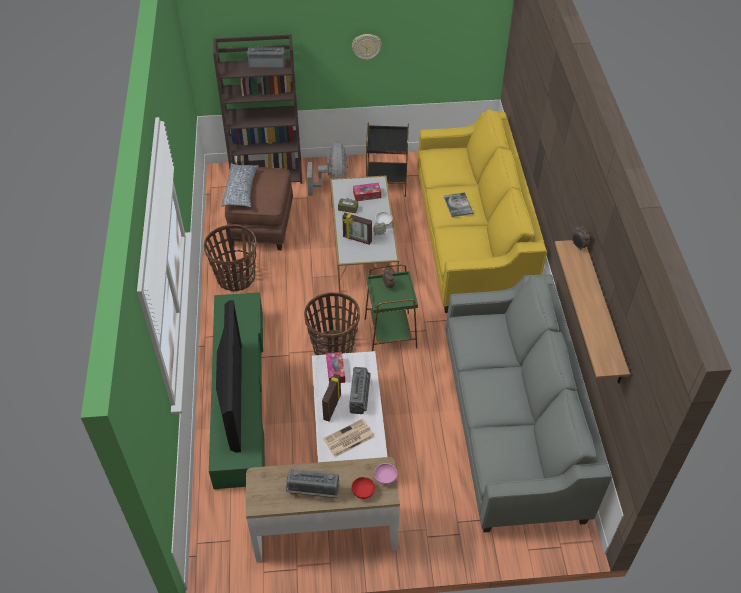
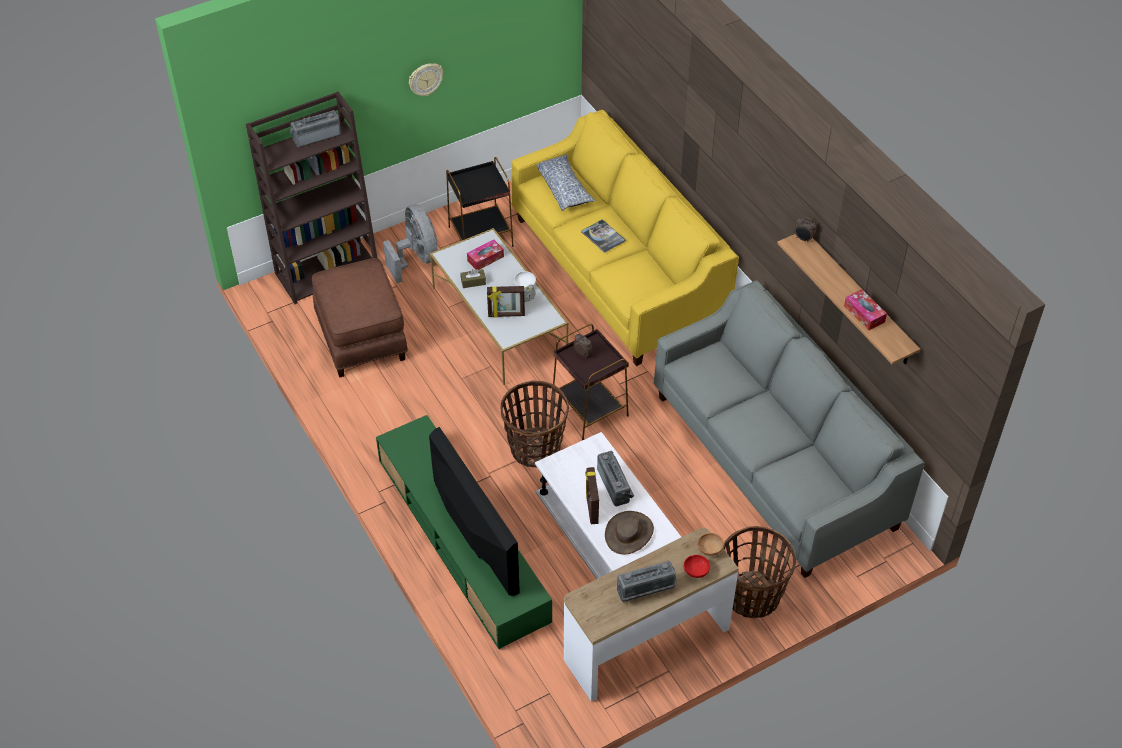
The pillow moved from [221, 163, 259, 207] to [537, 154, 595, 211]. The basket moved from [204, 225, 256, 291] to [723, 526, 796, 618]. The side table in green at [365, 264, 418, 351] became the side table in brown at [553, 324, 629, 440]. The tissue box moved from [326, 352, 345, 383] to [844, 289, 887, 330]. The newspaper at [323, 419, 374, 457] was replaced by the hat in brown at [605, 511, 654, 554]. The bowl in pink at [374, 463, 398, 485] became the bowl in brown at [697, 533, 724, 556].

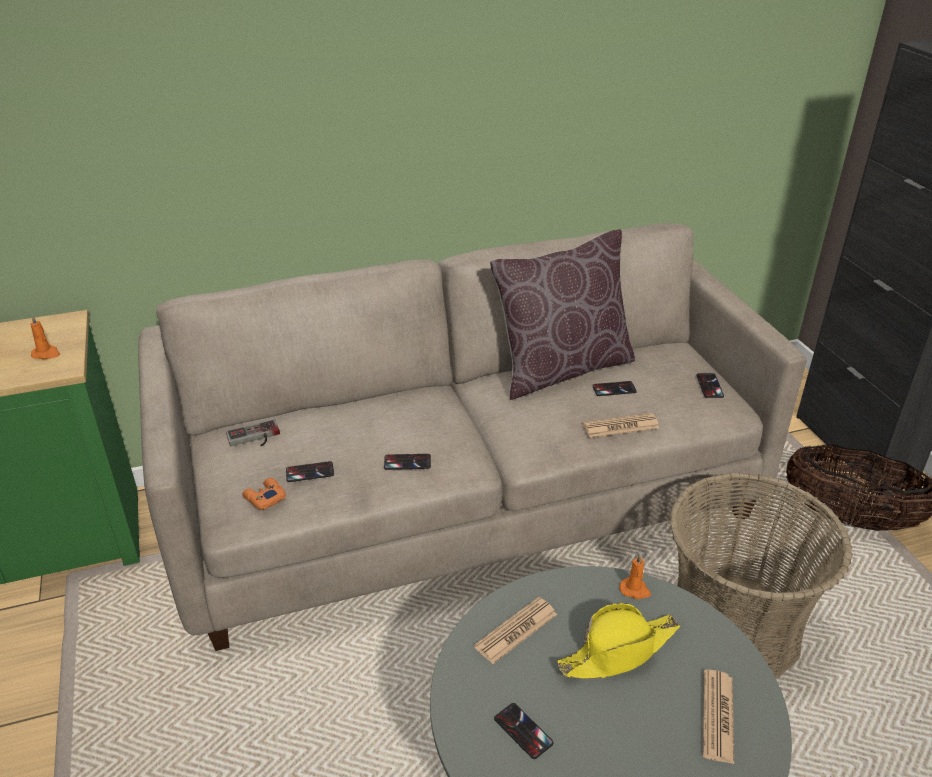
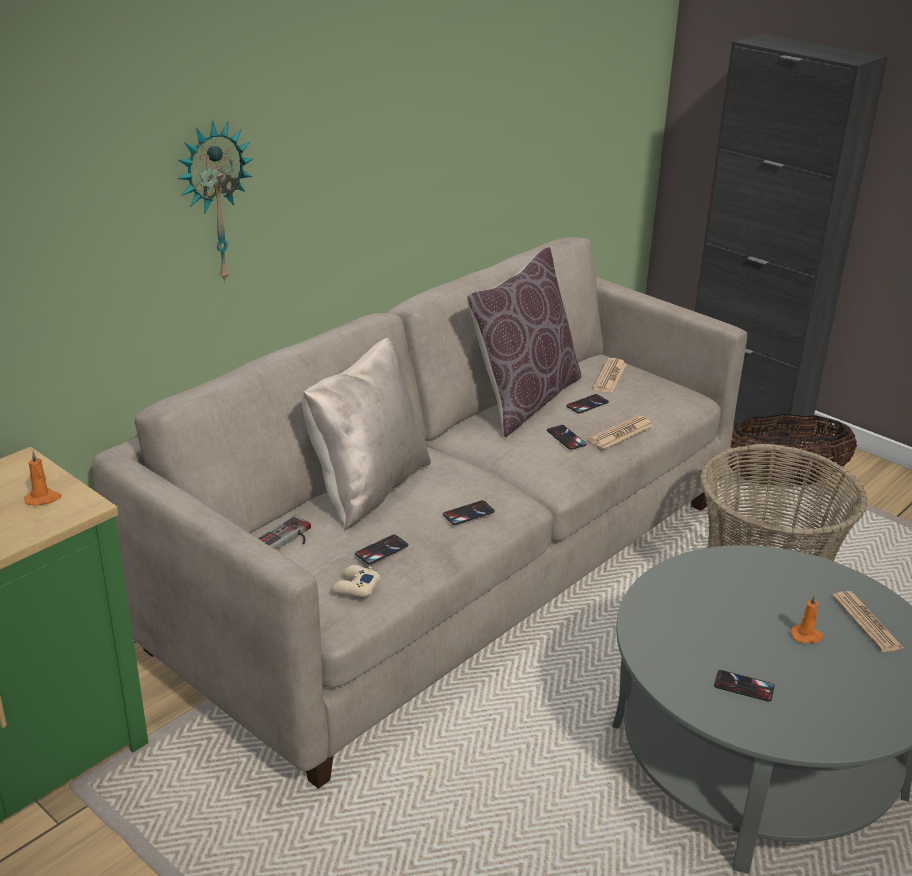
The phone moved from [696, 373, 724, 398] to [547, 425, 587, 450]. The game controller in orange at [242, 478, 286, 510] became the game controller in beige at [331, 565, 380, 597]. The candle in orange moved from [619, 554, 651, 599] to [790, 594, 823, 644]. The newspaper moved from [474, 597, 557, 664] to [593, 358, 627, 393]. The hat in yellow at [557, 603, 680, 679] disappeared. The wall clock at [177, 121, 253, 284] appeared. The pillow in beige at [302, 338, 431, 530] appeared.

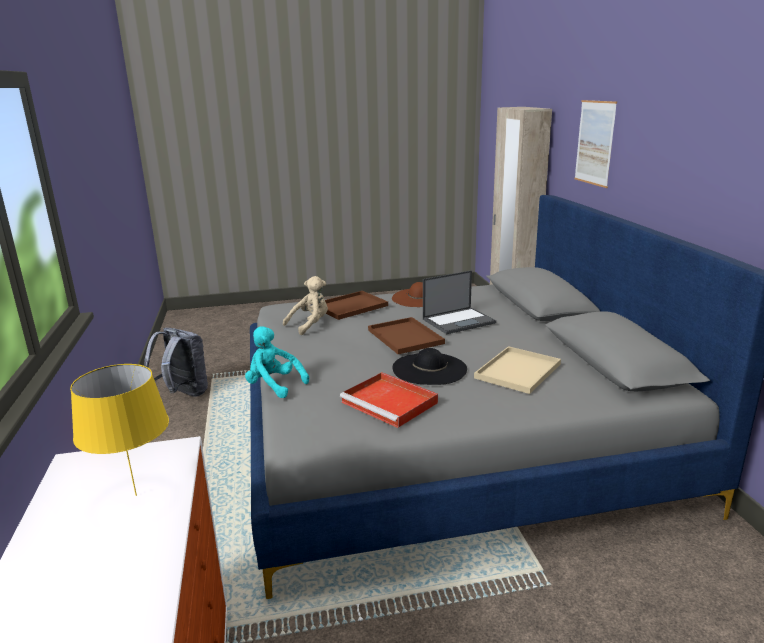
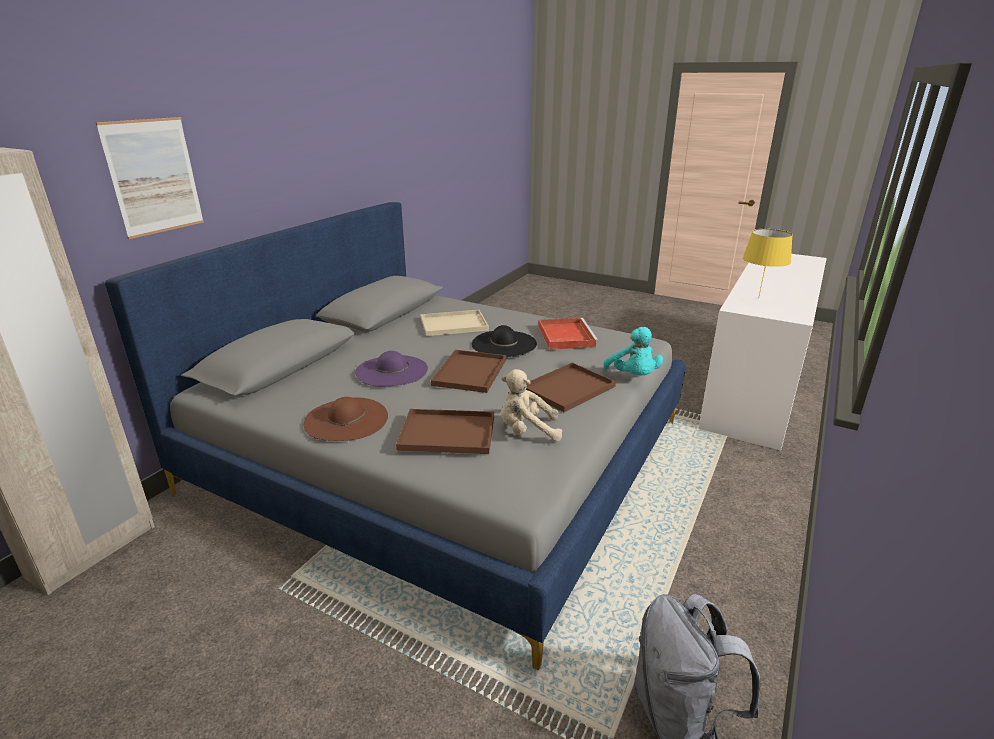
The laptop at [423, 270, 496, 334] was replaced by the hat in purple at [355, 351, 428, 386]. The tray in brown at [526, 363, 616, 412] appeared.

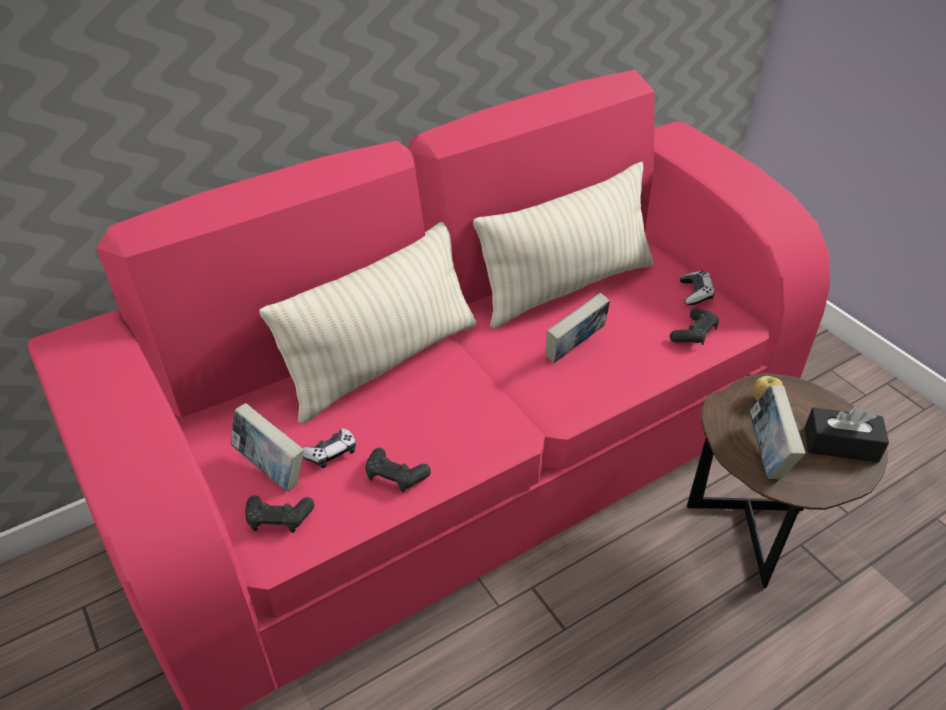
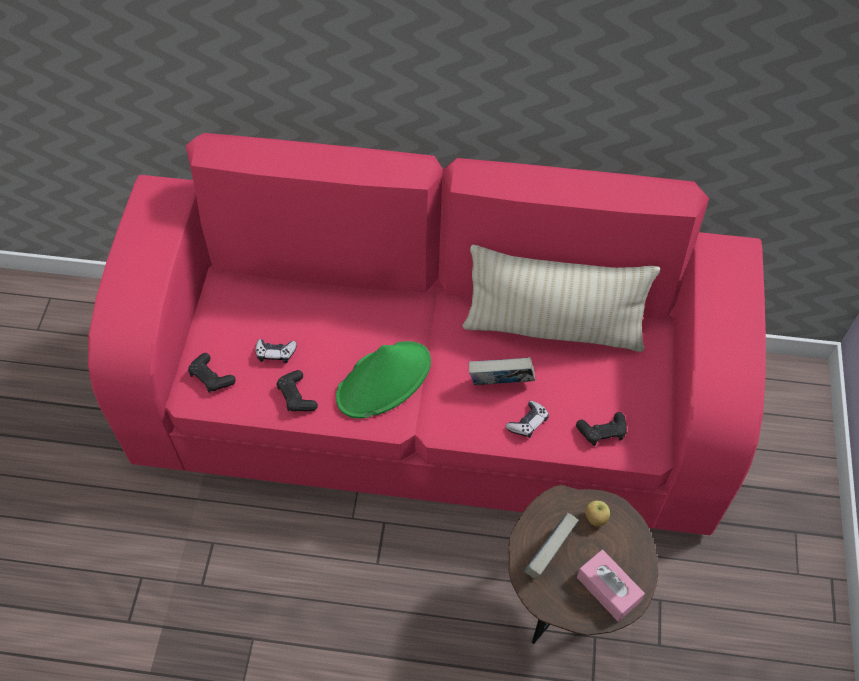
The pillow in beige at [260, 222, 477, 424] disappeared. The game controller moved from [680, 271, 715, 305] to [505, 401, 549, 438]. The book at [231, 403, 304, 491] disappeared. The tissue box in black at [805, 406, 889, 463] became the tissue box in pink at [577, 549, 645, 622]. The hat in green at [336, 341, 431, 419] appeared.

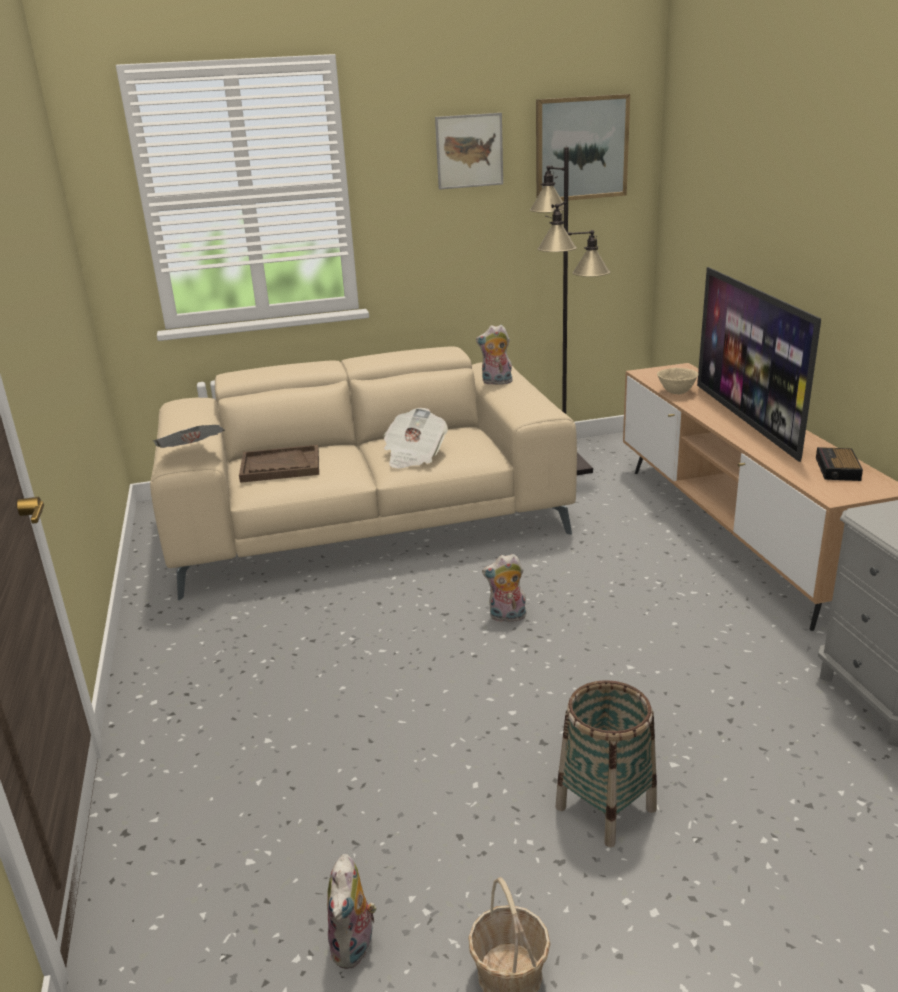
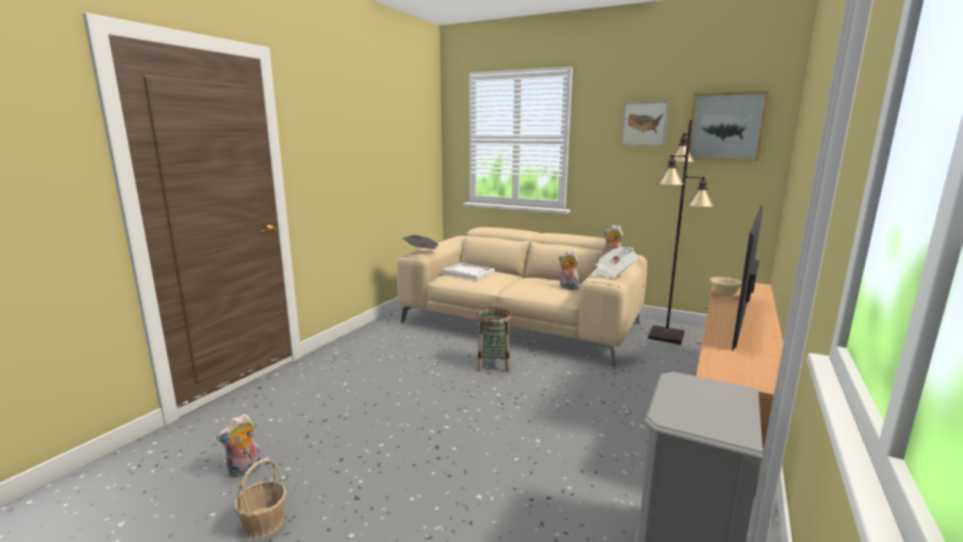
The newspaper moved from [383, 408, 448, 468] to [591, 247, 639, 278]. The tray in brown at [239, 445, 319, 483] became the tray in white at [442, 263, 495, 280]. The alarm clock at [816, 447, 863, 481] disappeared. The plush toy moved from [482, 554, 526, 622] to [559, 250, 579, 290]. The basket moved from [556, 680, 657, 847] to [476, 307, 511, 372].

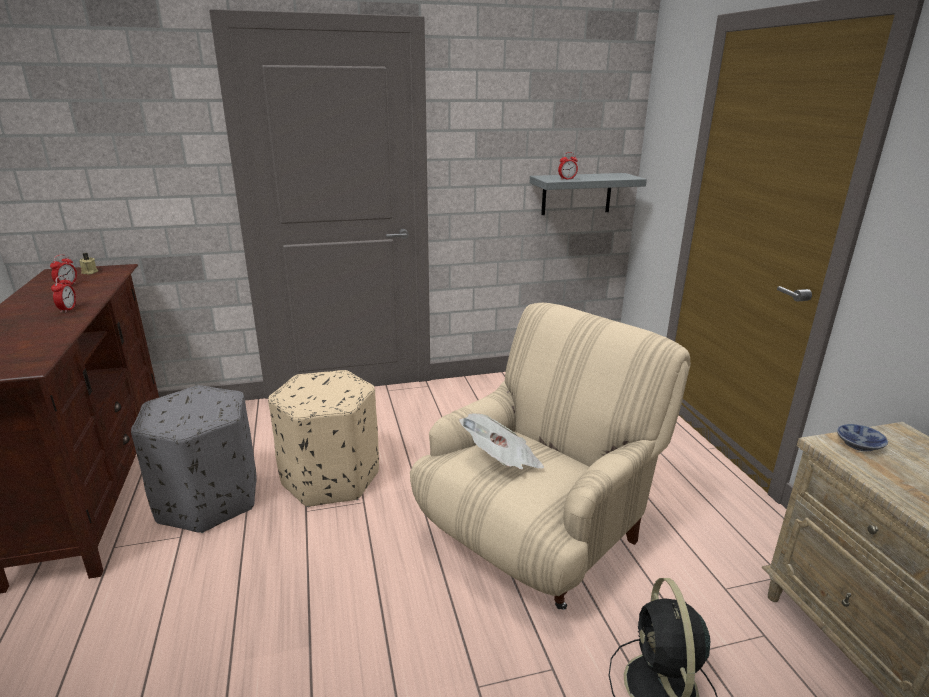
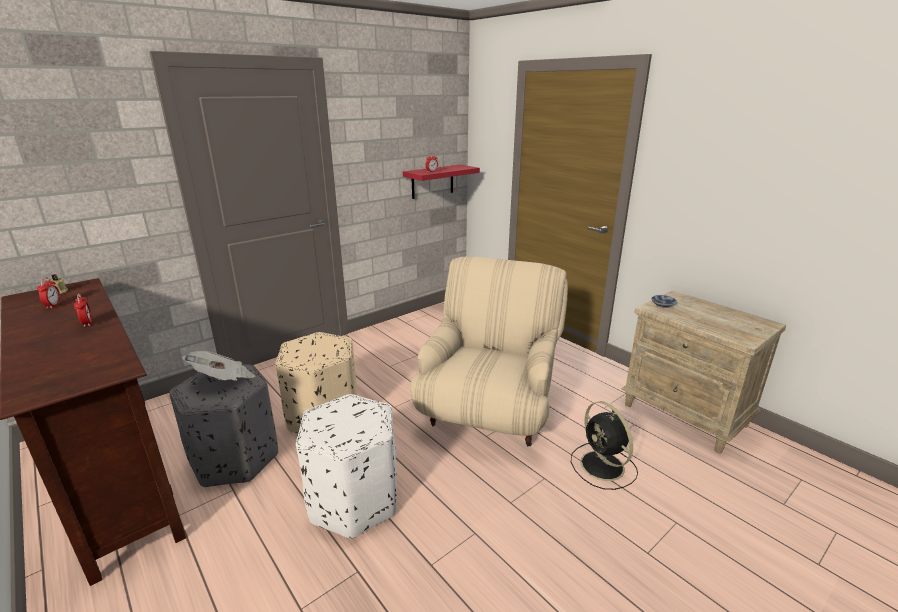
The shelf in grey at [530, 173, 647, 215] became the shelf in red at [403, 165, 480, 199]. The newspaper moved from [459, 413, 545, 469] to [182, 351, 255, 381]. The ottoman in white at [296, 394, 397, 539] appeared.

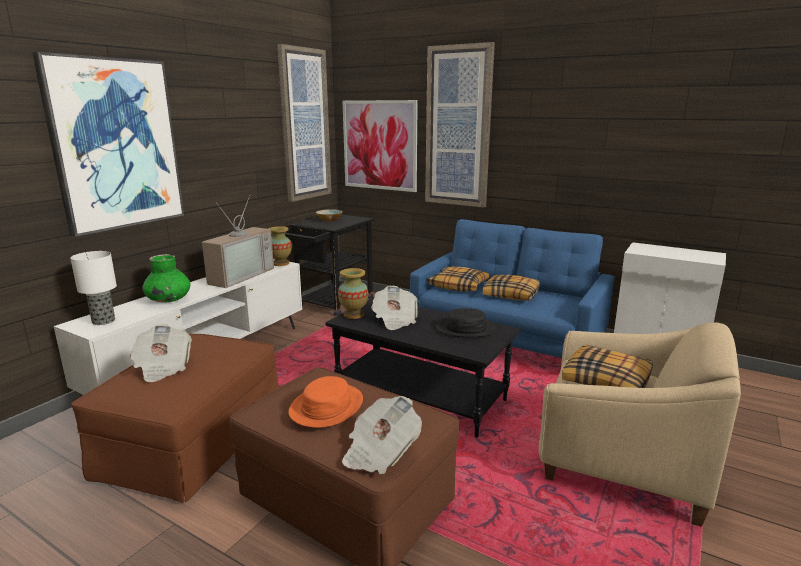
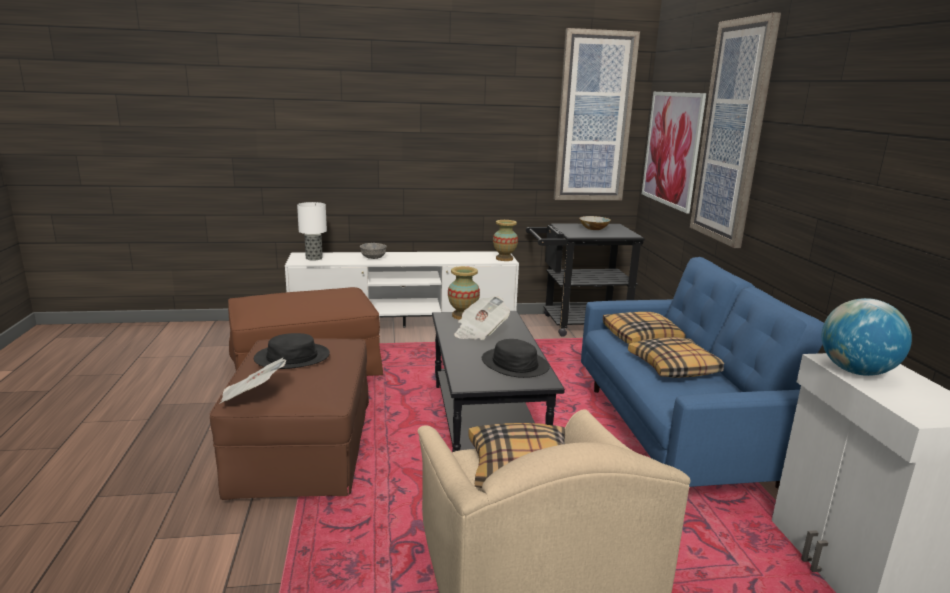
The picture at [32, 52, 184, 237] disappeared. The television at [202, 195, 274, 288] disappeared. The vase in green at [142, 254, 191, 302] was replaced by the bowl in grey at [360, 243, 387, 259]. The newspaper at [129, 324, 192, 382] disappeared. The hat in orange at [289, 376, 363, 428] became the hat in black at [254, 333, 330, 369]. The globe at [822, 298, 912, 376] appeared.

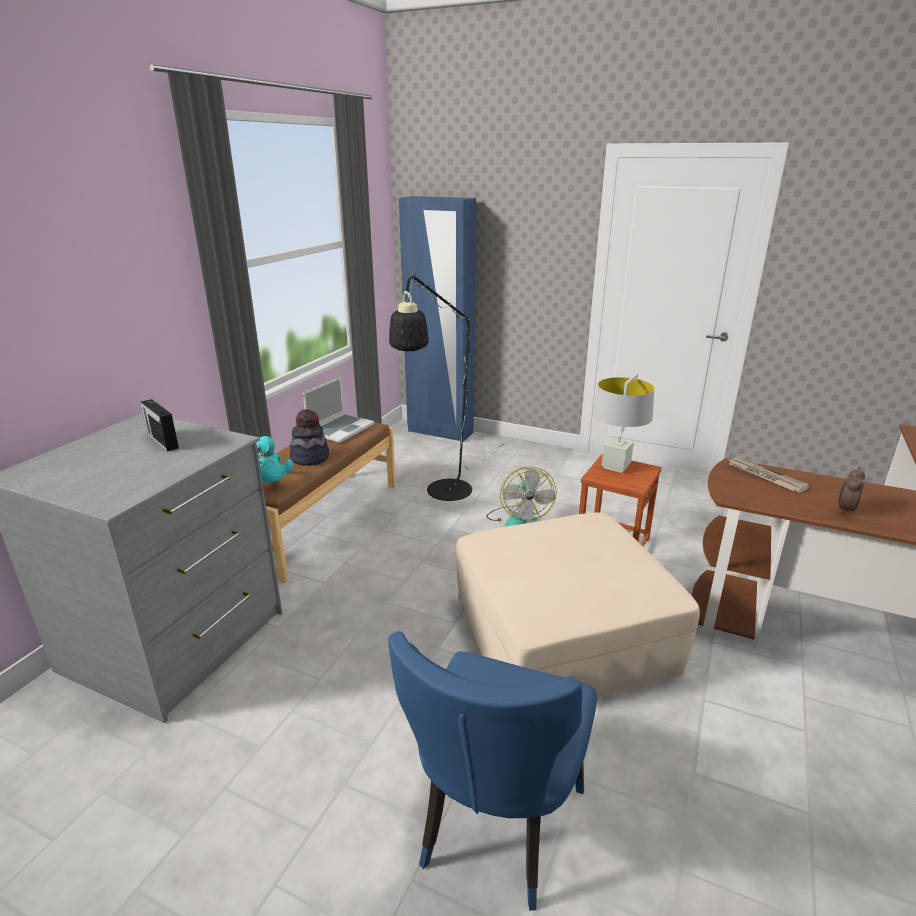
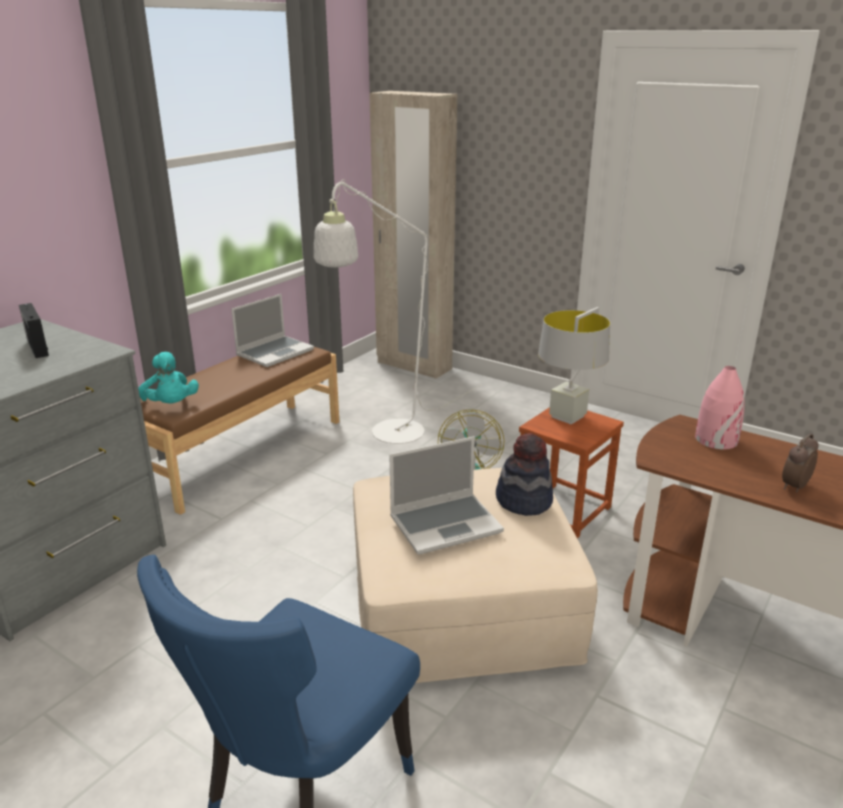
The wardrobe in blue at [399, 196, 476, 442] became the wardrobe in beige at [369, 91, 457, 379]. The floor lamp in black at [389, 273, 502, 501] became the floor lamp in white at [314, 179, 482, 444]. The hat moved from [290, 409, 329, 466] to [496, 433, 553, 516]. The newspaper at [728, 457, 810, 493] was replaced by the vase in pink at [695, 366, 745, 450]. The laptop at [389, 436, 504, 555] appeared.

